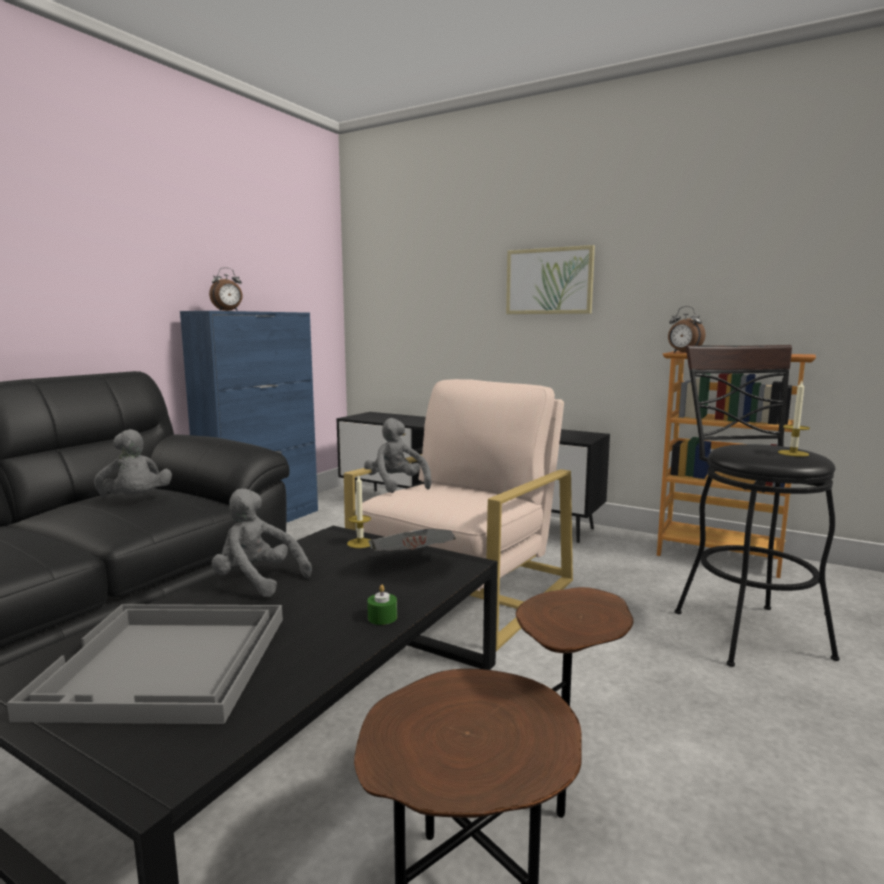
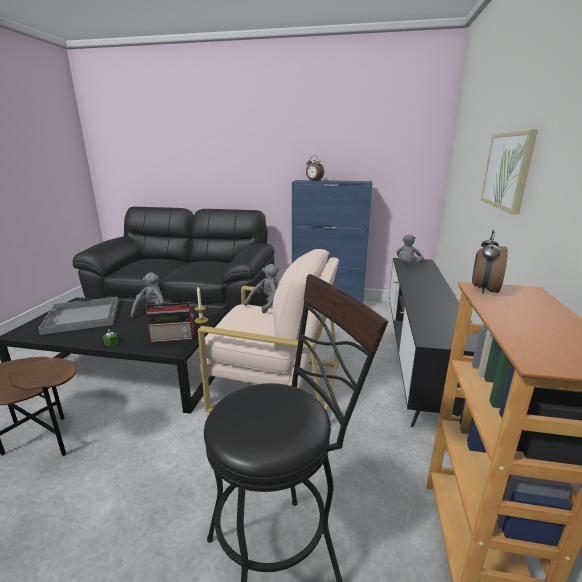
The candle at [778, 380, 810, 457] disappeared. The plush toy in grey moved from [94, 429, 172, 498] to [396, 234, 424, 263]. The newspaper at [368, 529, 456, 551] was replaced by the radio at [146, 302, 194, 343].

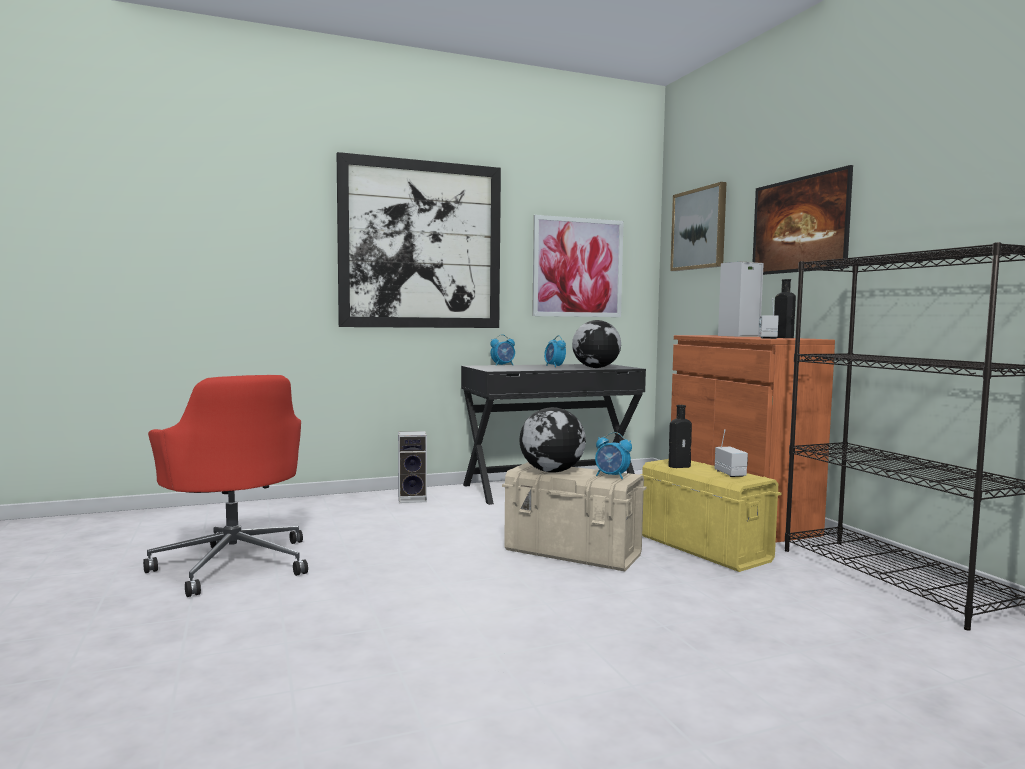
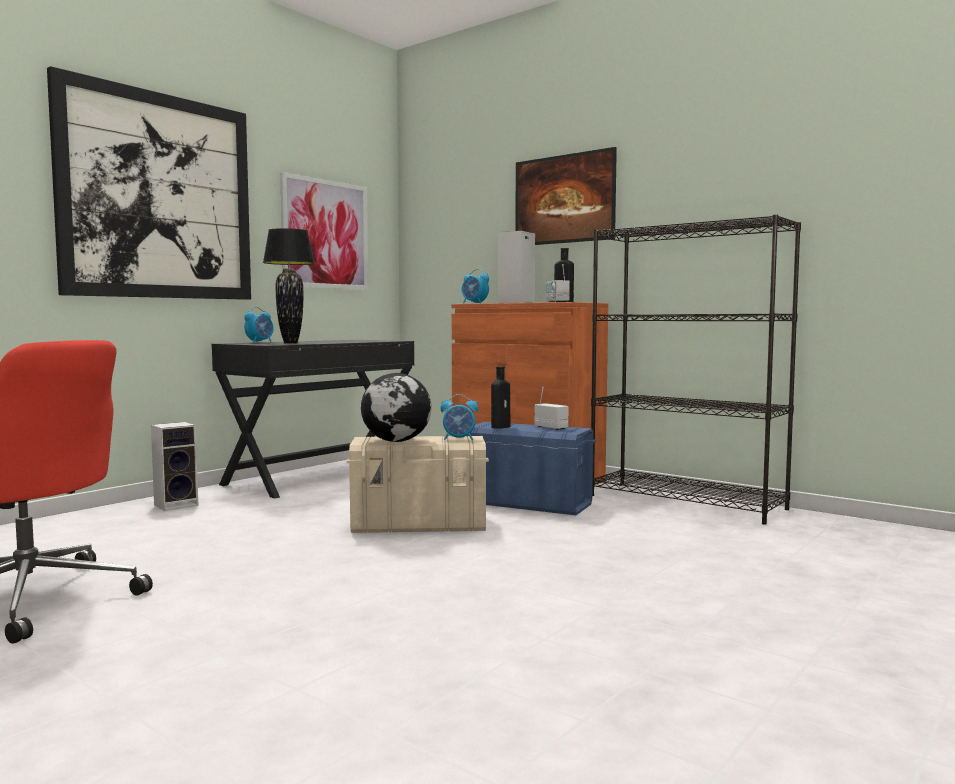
The picture at [670, 182, 727, 271] disappeared. The globe at [572, 320, 621, 368] disappeared. The alarm clock moved from [544, 335, 566, 367] to [462, 269, 489, 304]. The storage box in yellow at [639, 459, 781, 572] became the storage box in blue at [467, 422, 596, 515]. The table lamp in black at [263, 228, 315, 344] appeared.

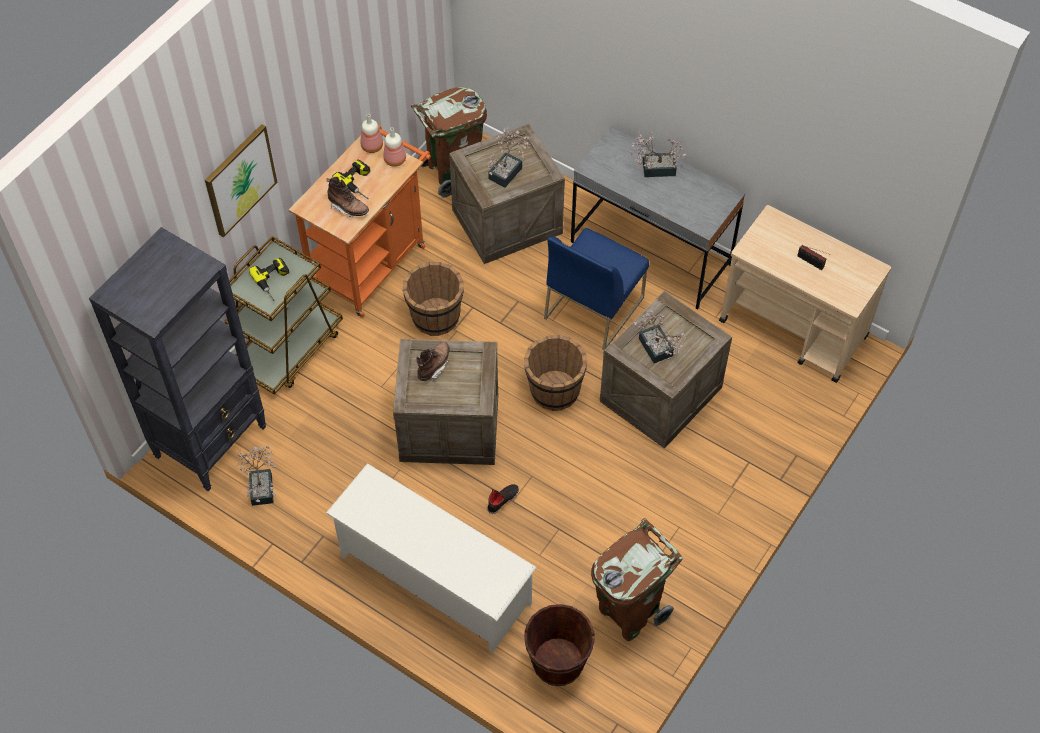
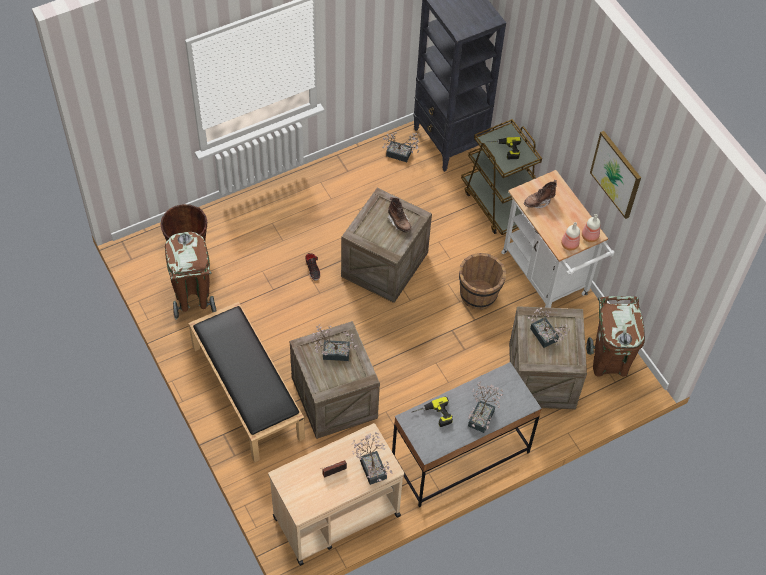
The picture moved from [205, 124, 278, 237] to [590, 131, 641, 219]. The cart in orange at [289, 125, 431, 318] became the cart in white at [501, 170, 615, 308]. The power drill moved from [332, 160, 370, 199] to [411, 397, 453, 427]. The chair in blue at [544, 228, 649, 351] disappeared. The bucket in brown at [524, 335, 587, 411] disappeared. The shoe rack in white at [326, 463, 537, 653] disappeared. The bench in black at [188, 302, 305, 463] appeared. The potted plant at [352, 432, 392, 485] appeared.

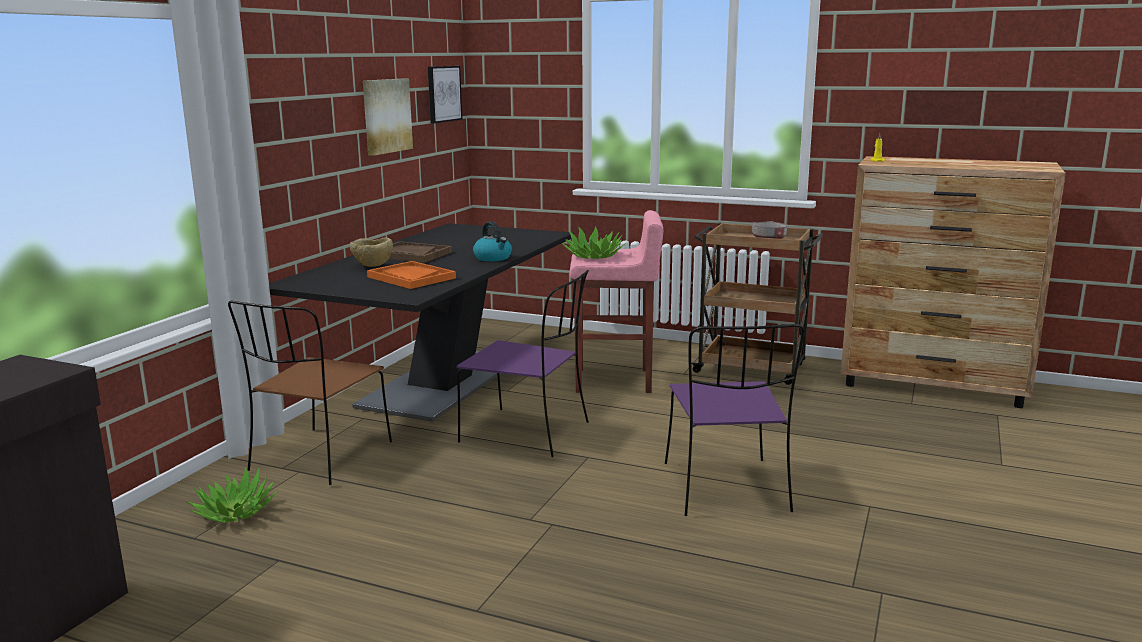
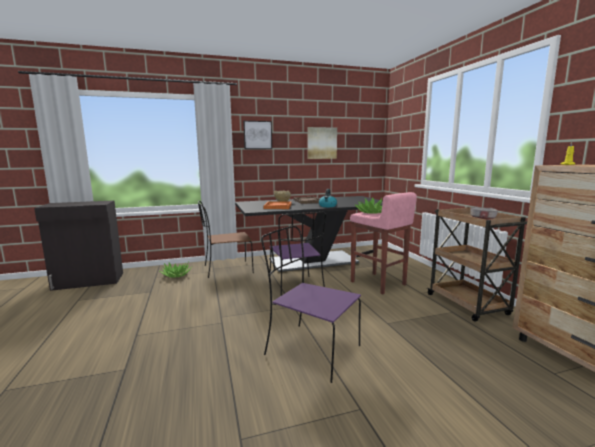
The picture moved from [428, 66, 463, 123] to [243, 121, 272, 149]. The chair in purple at [665, 324, 804, 516] turned 75 degrees clockwise.

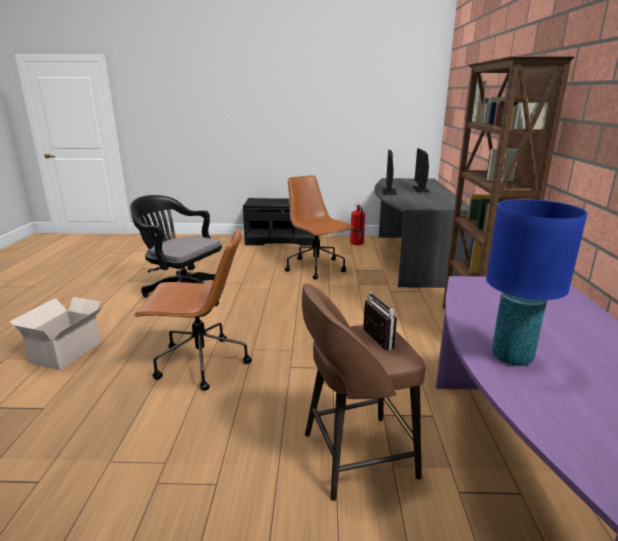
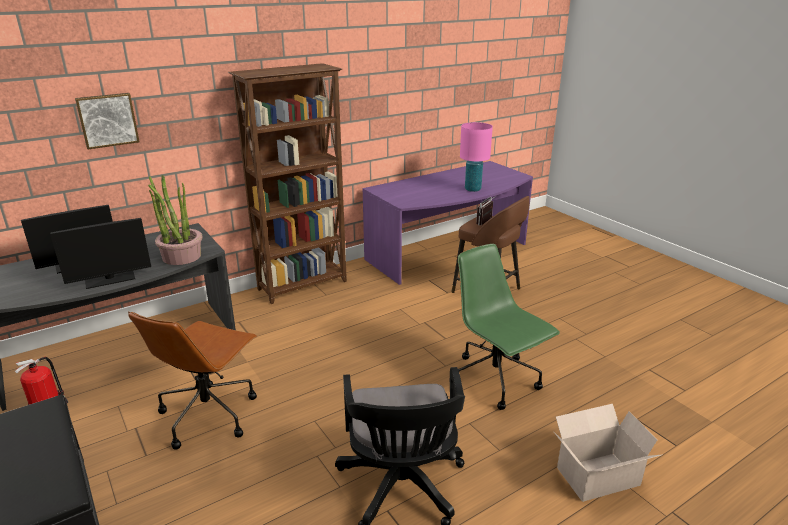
The table lamp in blue at [486, 199, 588, 366] became the table lamp in pink at [460, 122, 493, 192]. The office chair in brown at [133, 228, 252, 391] became the office chair in green at [458, 244, 560, 410]. The potted plant at [148, 175, 203, 265] appeared.

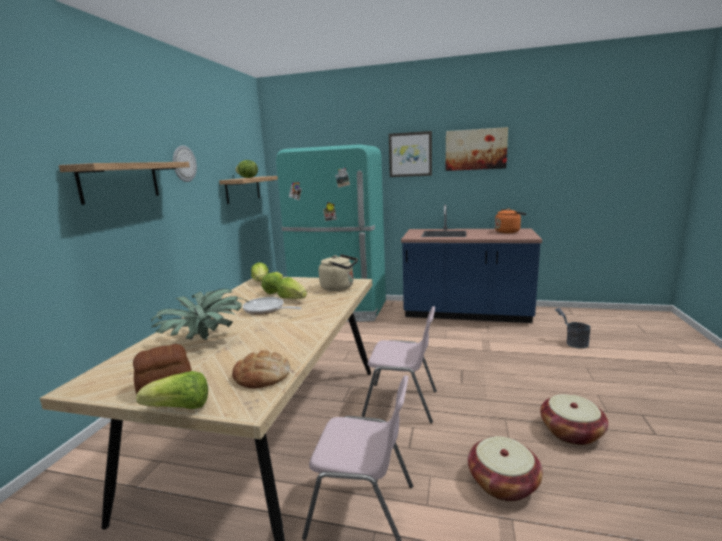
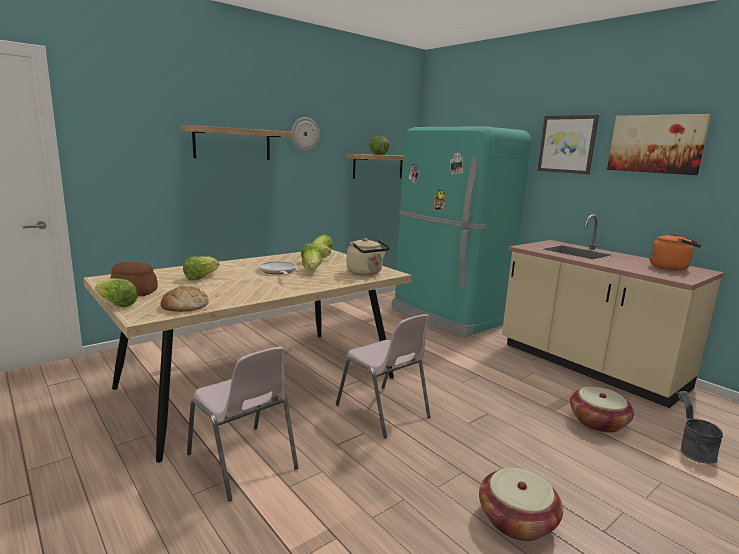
The counter in blue at [401, 204, 542, 323] became the counter in beige at [502, 214, 724, 408]. The potted plant at [151, 289, 248, 340] was replaced by the lettuce at [183, 256, 219, 280]. The basket moved from [468, 436, 543, 501] to [570, 387, 634, 433].

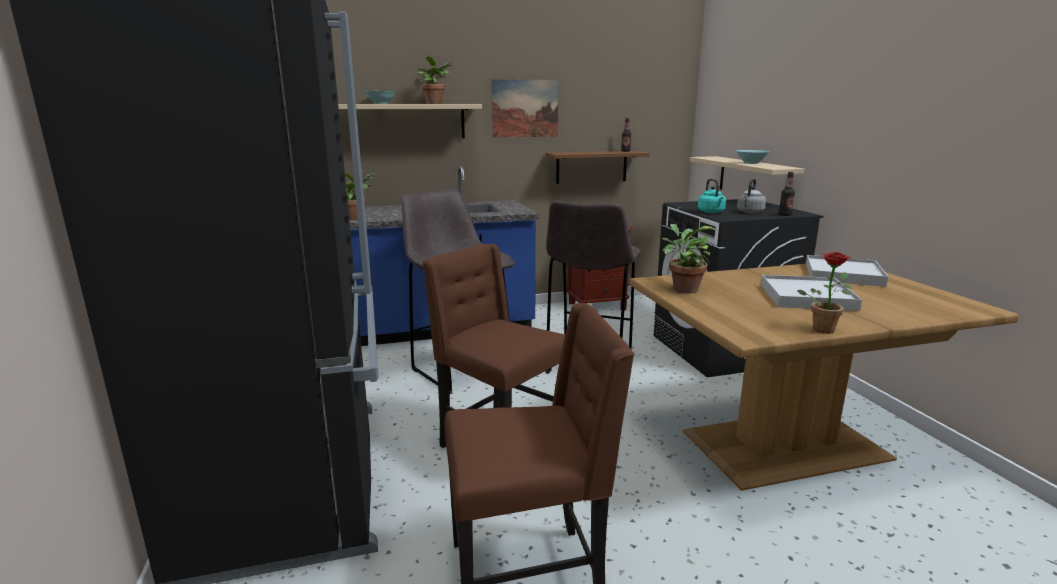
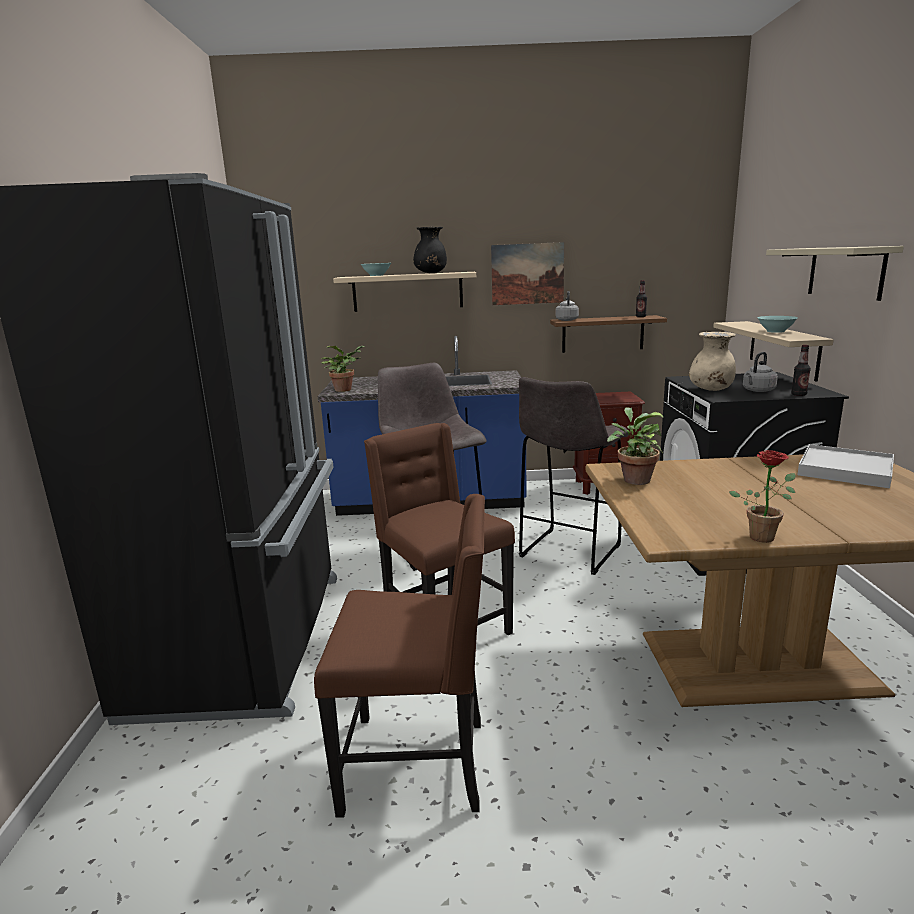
The potted plant at [417, 56, 453, 104] was replaced by the vase in black at [413, 227, 447, 273]. The kettle in turquoise at [698, 178, 726, 213] was replaced by the vase in beige at [689, 332, 736, 391]. The tray in white at [761, 275, 862, 311] disappeared. The shelf in beige at [766, 246, 904, 301] appeared. The kettle in grey at [555, 291, 579, 321] appeared.

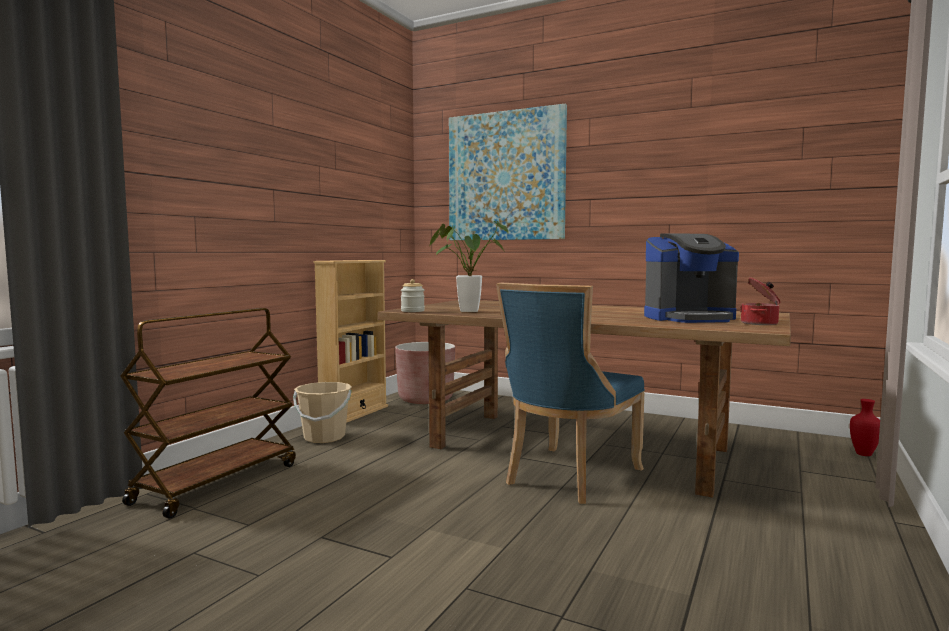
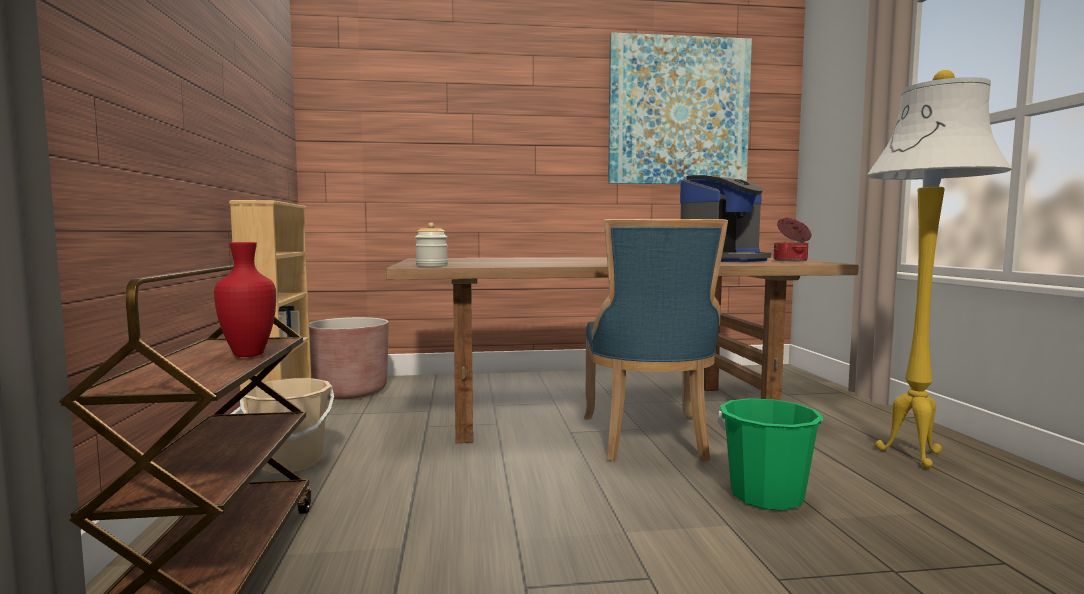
The picture moved from [449, 104, 567, 240] to [608, 32, 752, 184]. The potted plant at [429, 221, 508, 312] disappeared. The vase in red moved from [850, 399, 880, 456] to [214, 242, 276, 357]. The floor lamp in white at [866, 70, 1012, 469] appeared. The bucket in green at [717, 398, 824, 511] appeared.

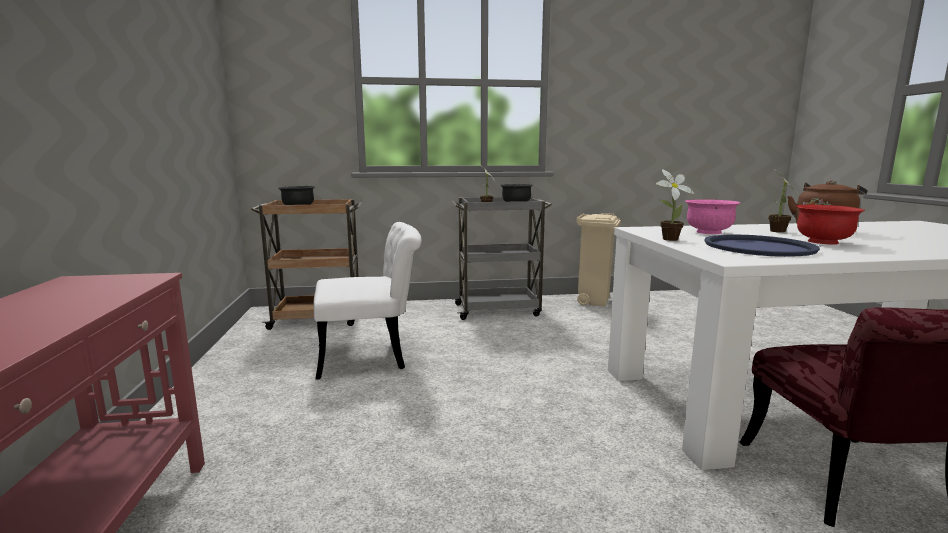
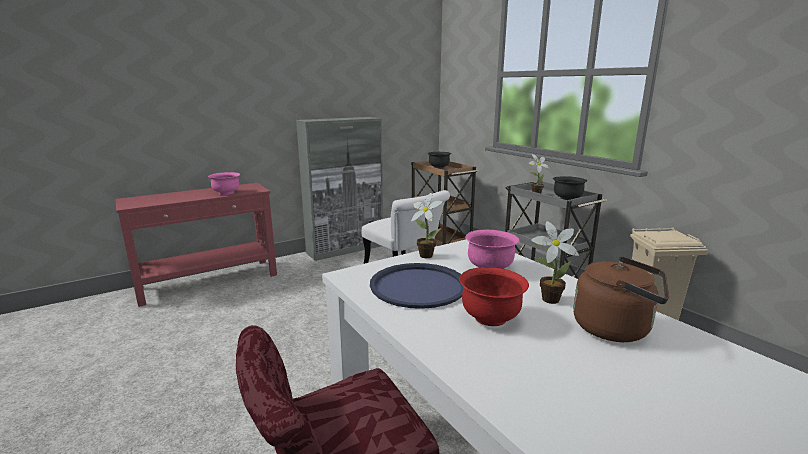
The cabinet in grey at [296, 117, 383, 261] appeared. The bowl in pink at [208, 172, 240, 195] appeared.

